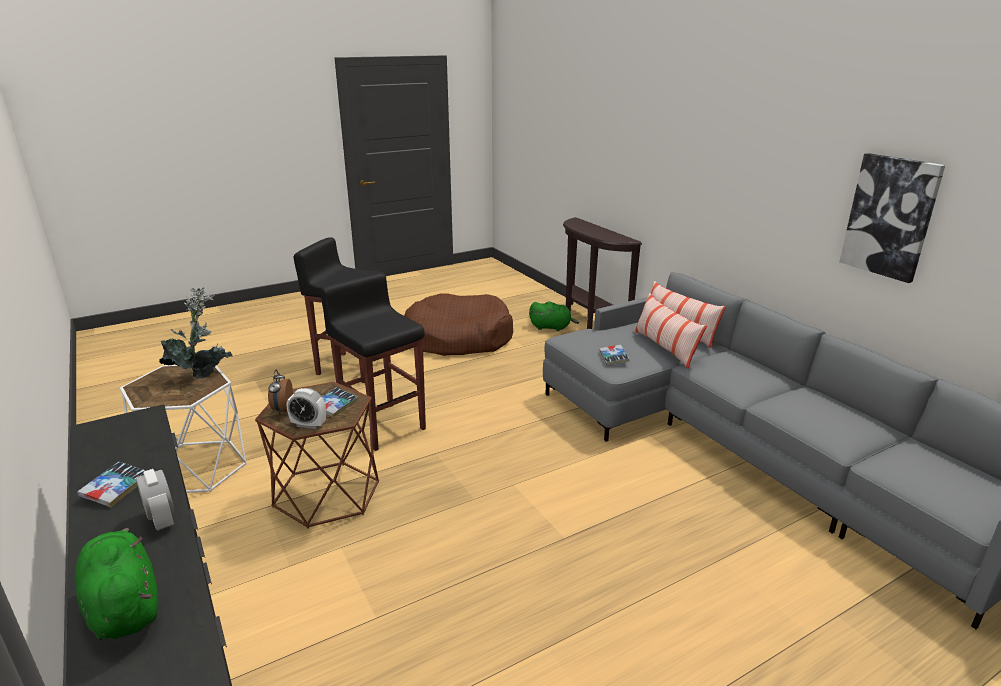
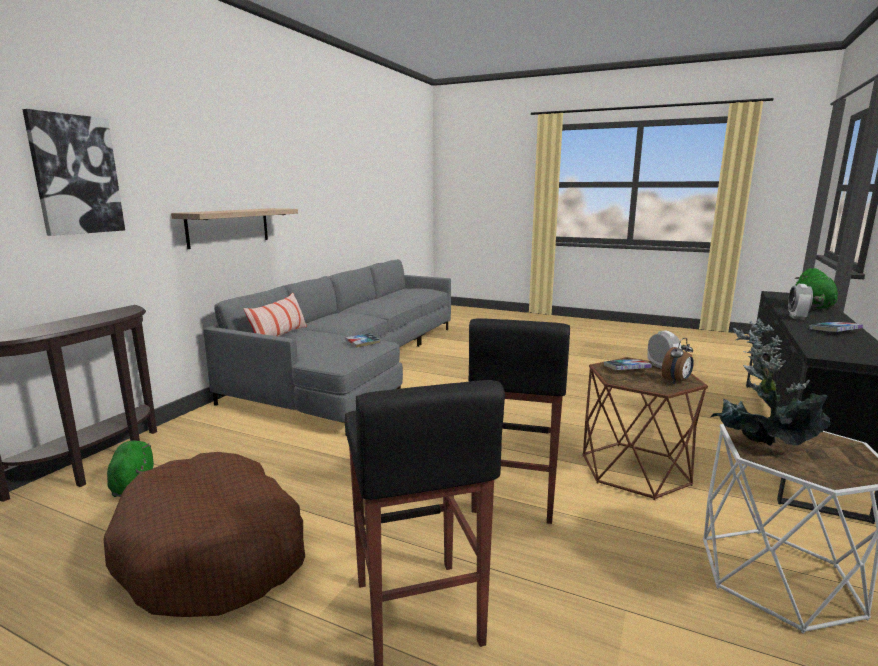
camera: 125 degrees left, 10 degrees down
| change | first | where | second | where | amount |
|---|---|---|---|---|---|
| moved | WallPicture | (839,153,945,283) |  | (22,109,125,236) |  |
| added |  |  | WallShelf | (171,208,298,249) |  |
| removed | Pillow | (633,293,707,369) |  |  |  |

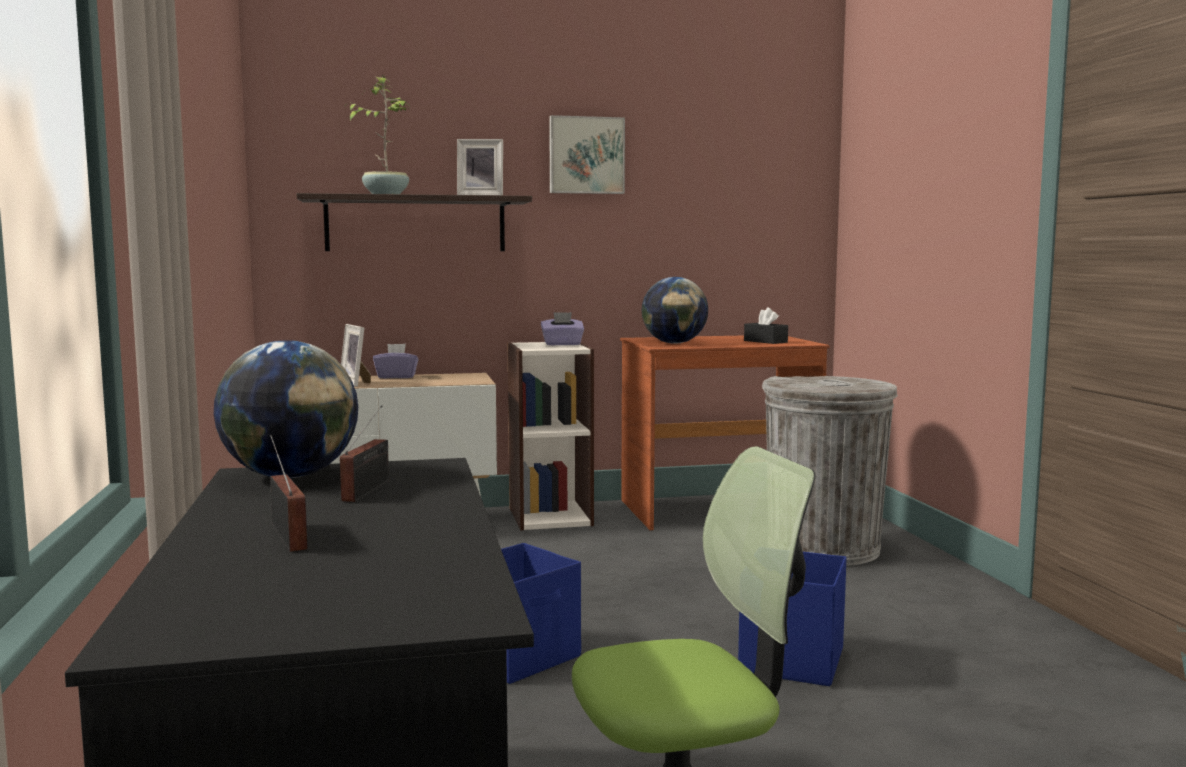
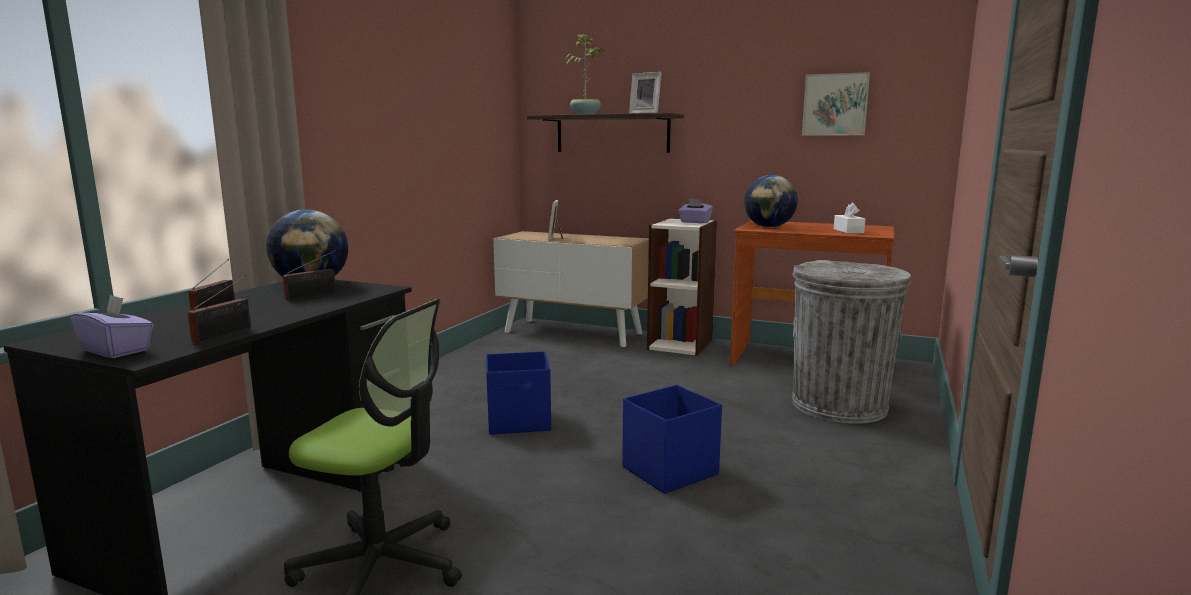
camera: 35 degrees right, 5 degrees up
| change | first | where | second | where | amount |
|---|---|---|---|---|---|
| moved | PurpleColouredBoxOfTissues | (373,344,419,378) |  | (70,294,154,358) |  |
| added |  |  | RadioSet | (188,275,251,343) |  |
| moved | WallPicture | (549,115,625,194) |  | (802,72,870,136) |  |
| recoloured | BlackBoxOfTissues | (744,307,788,344) | WhitishBoxOfTissues | (834,203,865,233) |  |

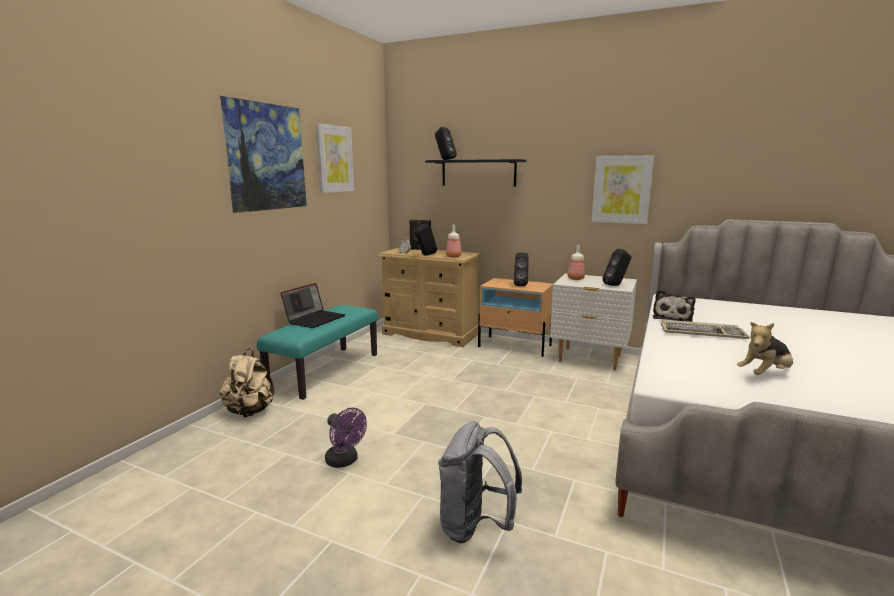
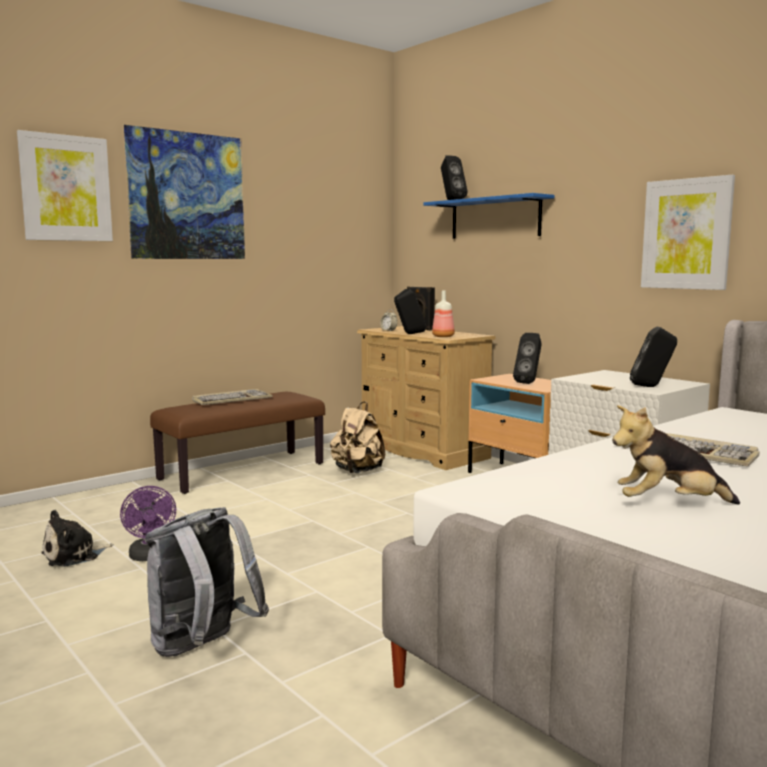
camera: 25 degrees right, 5 degrees down
| change | first | where | second | where | amount |
|---|---|---|---|---|---|
| moved | WallPicture | (316,123,354,193) |  | (17,130,113,241) |  |
| moved | PlushToy | (653,290,696,322) |  | (41,510,114,567) |  |
| recoloured | BlueGreenLongSeat | (257,305,378,400) | BrownLongSeat | (150,392,325,494) |  |
| replaced | Laptop | (281,283,345,328) | ComputerKeyboard | (192,389,273,405) |  |
| moved | BeigeColouredRucksack | (220,348,275,417) |  | (330,401,385,473) |  |
| recoloured | BlackWallShelf | (425,159,526,187) | BluishWallShelf | (423,193,554,239) |  |
| removed | DrinkBottle | (568,245,585,280) |  |  |  |

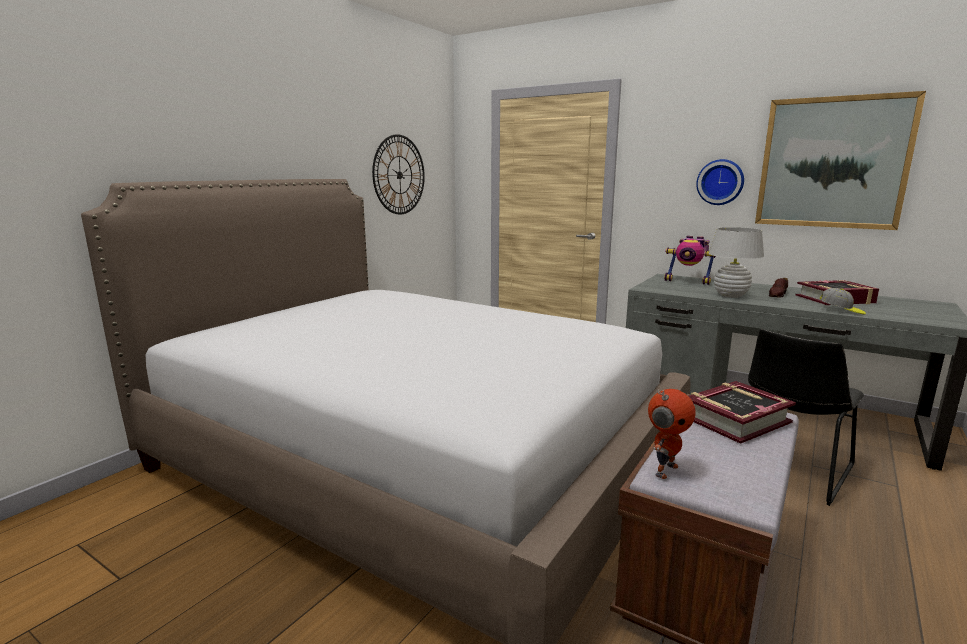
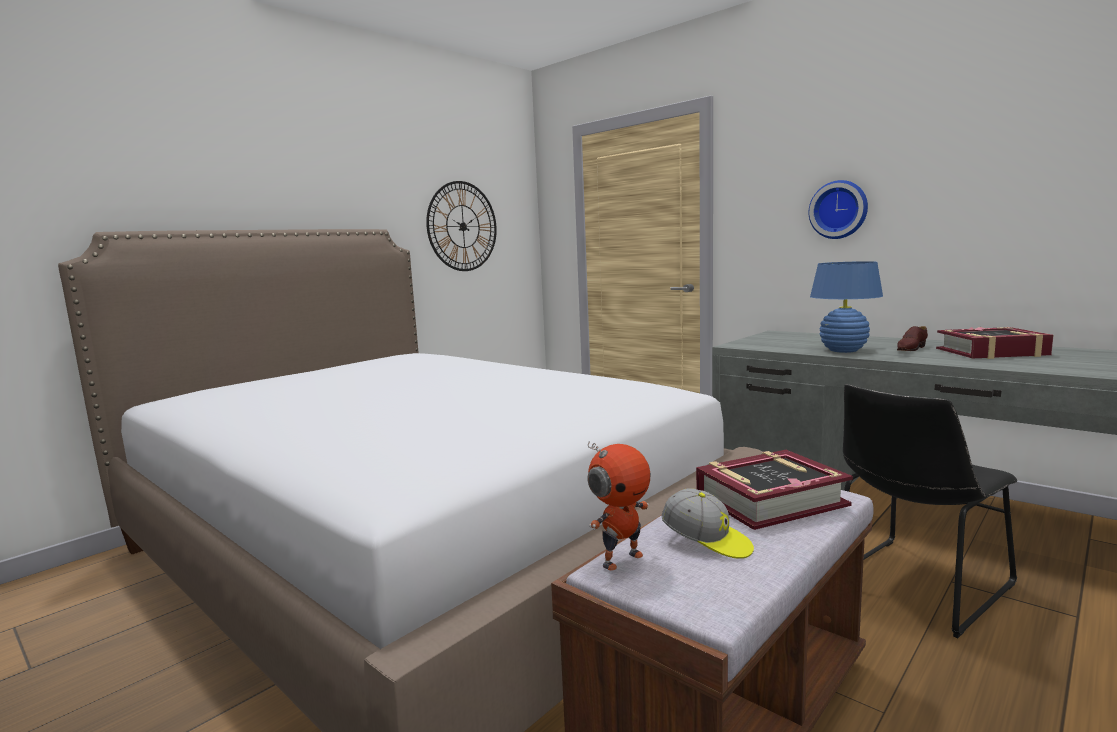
camera: 10 degrees right, 5 degrees down
| change | first | where | second | where | amount |
|---|---|---|---|---|---|
| moved | BaseballCap | (820,288,866,314) |  | (662,488,754,559) |  |
| recoloured | WhitishTabletopLamp | (709,227,764,298) | BluishTabletopLamp | (810,261,883,353) |  |
| removed | ModelRobot | (664,236,716,285) |  |  |  |
| removed | WallPicture | (755,91,926,230) |  |  |  |

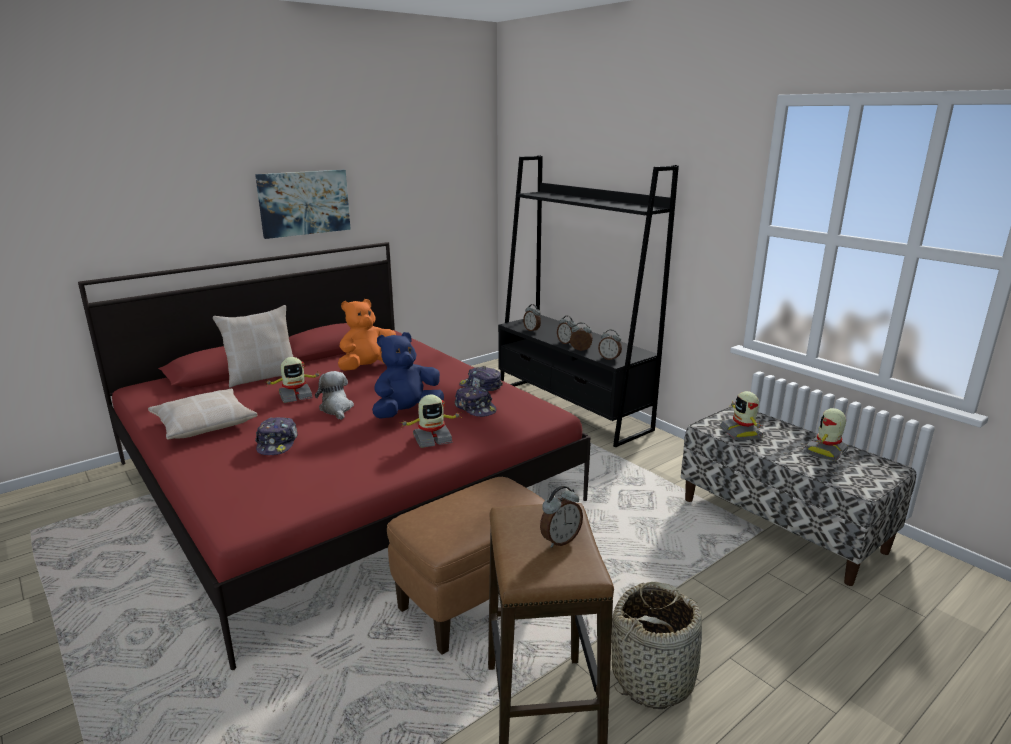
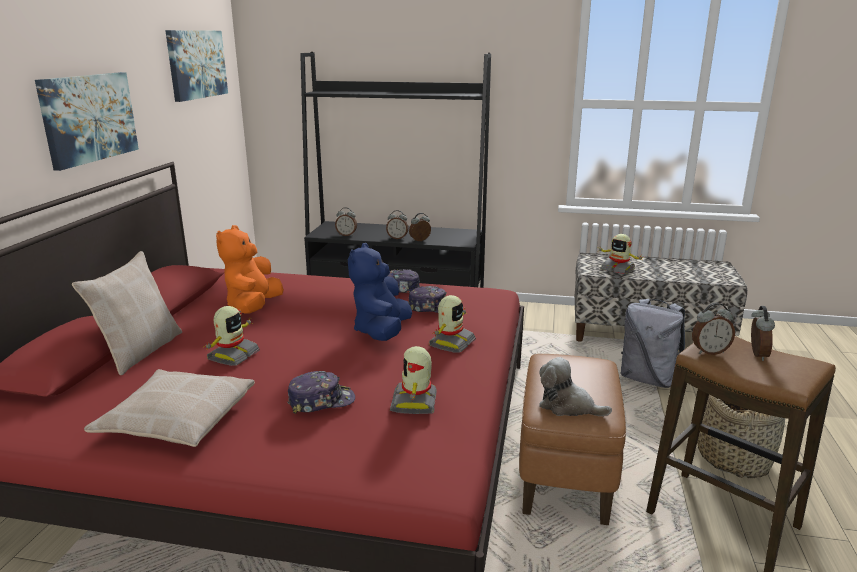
camera: 40 degrees left, 0 degrees up
| change | first | where | second | where | amount |
|---|---|---|---|---|---|
| added |  |  | WallPicture | (165,30,228,102) |  |
| turned | BaseballCap | (255,417,298,455) |  | (287,371,355,414) | 60 degrees counterclockwise |
| moved | ModelRobot | (802,408,848,462) |  | (390,346,437,414) |  |
| moved | PlushToy | (315,371,354,420) |  | (539,357,612,416) |  |
| added |  |  | GreyishRucksack | (621,299,685,388) |  |
| moved | AlarmClock | (598,329,622,361) |  | (692,303,735,355) |  |

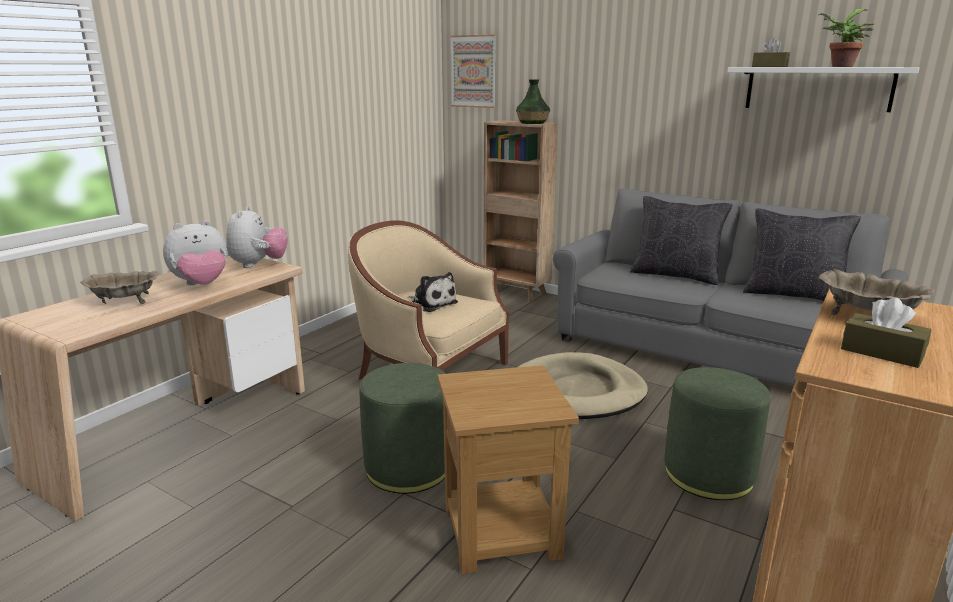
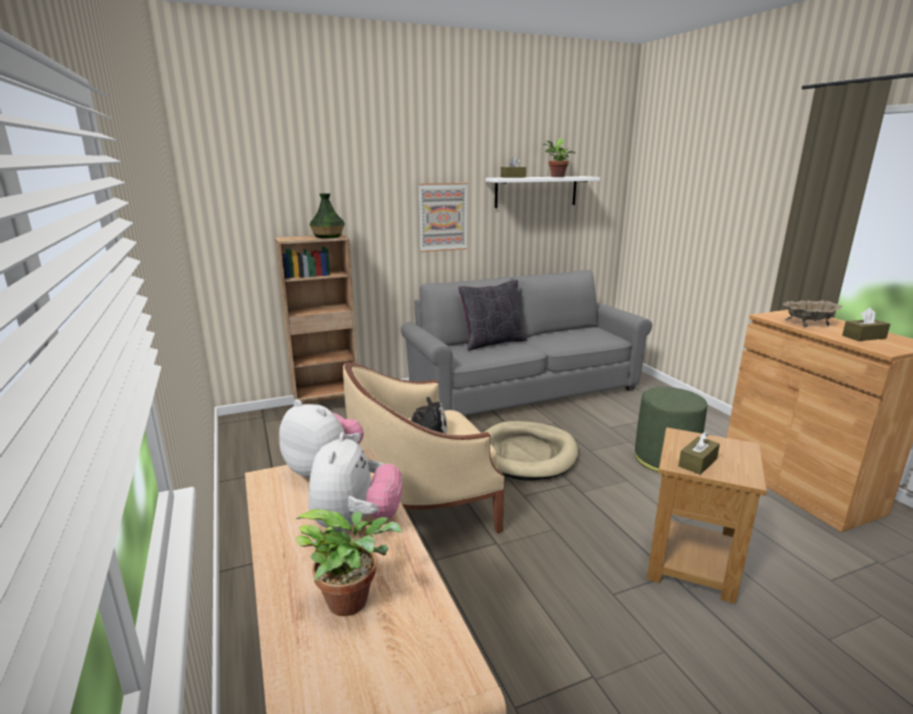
camera: 55 degrees left, 0 degrees up
| change | first | where | second | where | amount |
|---|---|---|---|---|---|
| replaced | BeigeColouredServingBowl | (80,271,159,304) | PottedPlant | (296,509,402,616) |  |
| moved | WallPicture | (450,34,496,108) |  | (419,183,467,252) |  |
| added |  |  | BrownBoxOfTissues | (679,431,720,475) |  |
| removed | GreenishFootrest | (359,363,445,494) |  |  |  |
| removed | BlackPillow | (743,208,861,301) |  |  |  |

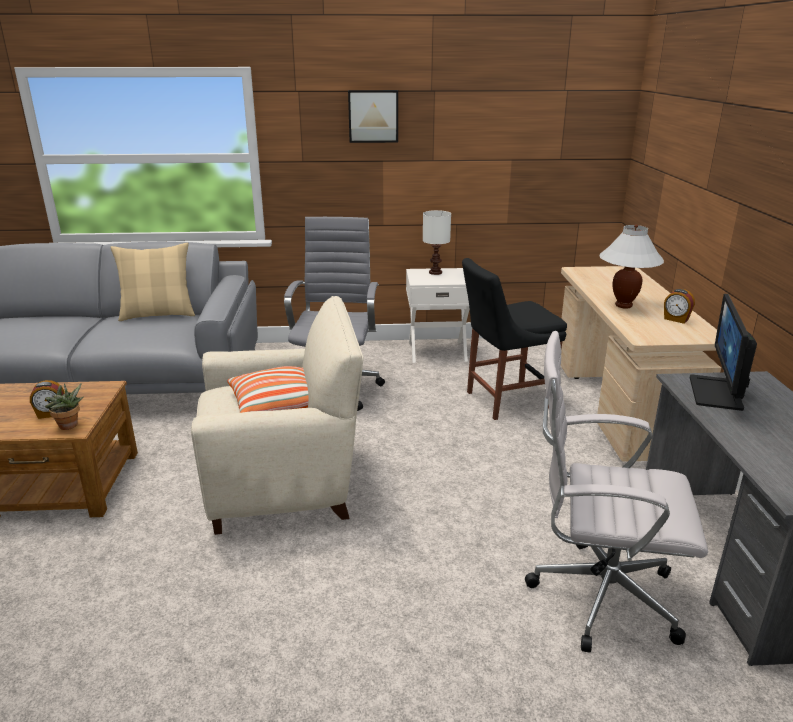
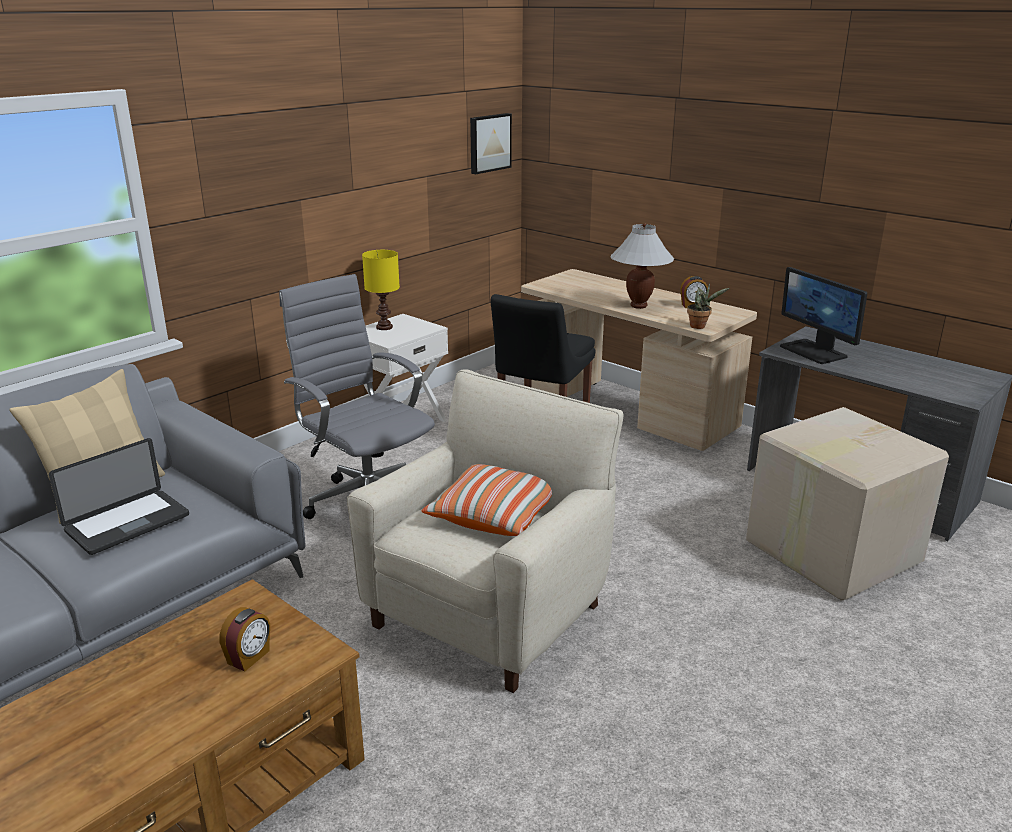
camera: 45 degrees left, 0 degrees up
| change | first | where | second | where | amount |
|---|---|---|---|---|---|
| added |  |  | Laptop | (49,438,189,555) |  |
| recoloured | WhitishTabletopLamp | (423,210,451,275) | YellowTabletopLamp | (362,250,400,330) |  |
| moved | WallPicture | (348,90,398,143) |  | (470,113,512,174) |  |
| moved | PottedPlant | (44,383,84,430) |  | (687,283,729,329) |  |
| replaced | WhitishComputerChair | (525,331,708,653) | CardboardBox | (746,407,949,601) |  |

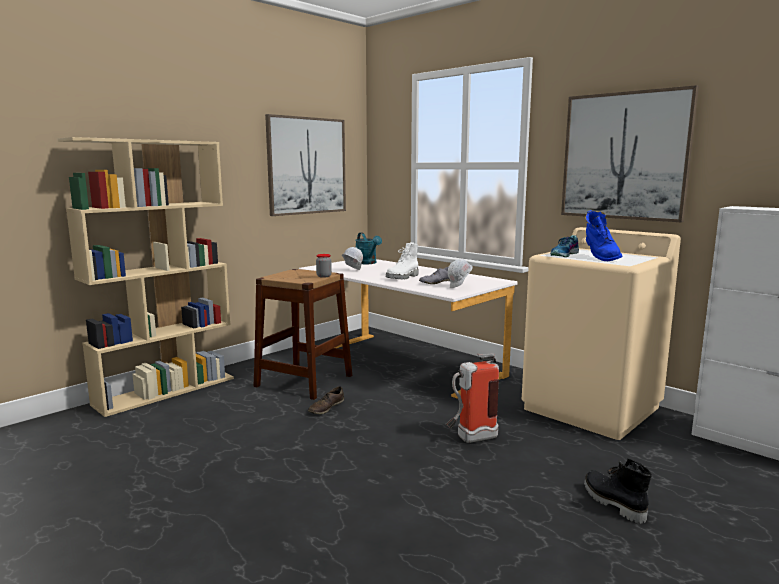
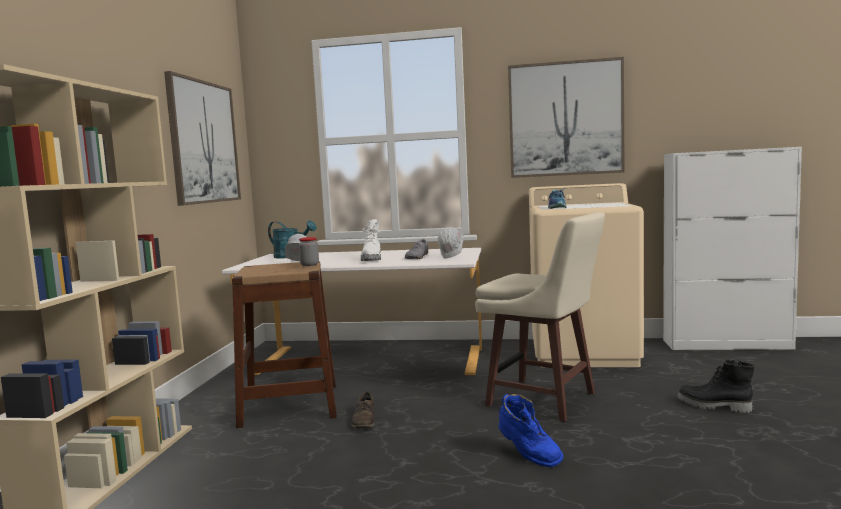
camera: 35 degrees left, 5 degrees down
| change | first | where | second | where | amount |
|---|---|---|---|---|---|
| replaced | FireFightingCylinder | (446,353,499,443) | BeigeColouredStoolSeat | (475,212,605,422) |  |
| moved | BluishHighTopBoot | (585,210,622,261) |  | (498,394,564,467) |  |

